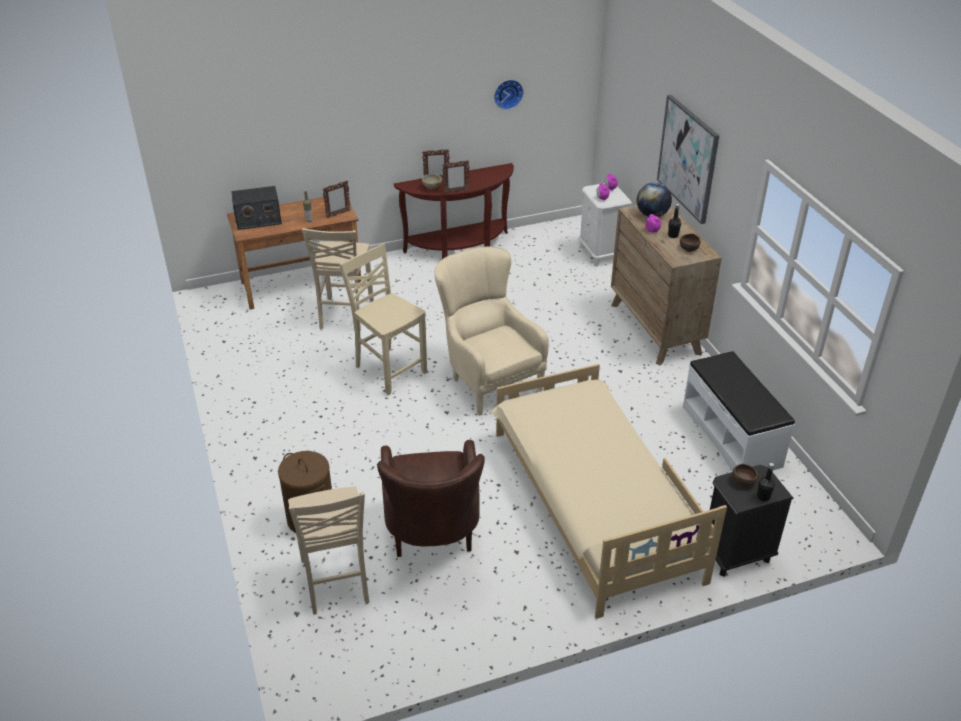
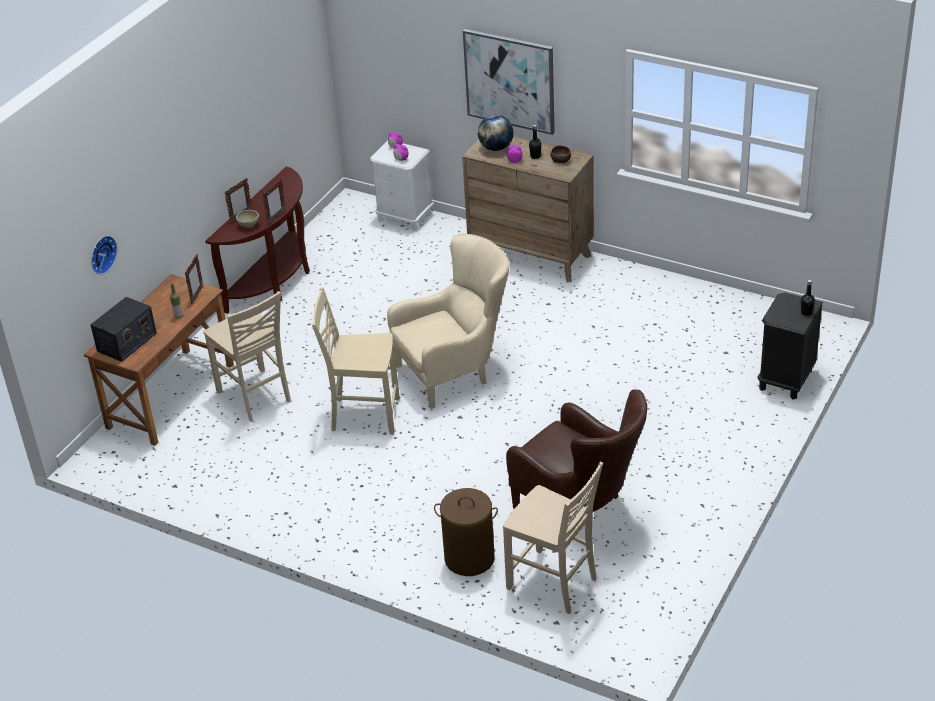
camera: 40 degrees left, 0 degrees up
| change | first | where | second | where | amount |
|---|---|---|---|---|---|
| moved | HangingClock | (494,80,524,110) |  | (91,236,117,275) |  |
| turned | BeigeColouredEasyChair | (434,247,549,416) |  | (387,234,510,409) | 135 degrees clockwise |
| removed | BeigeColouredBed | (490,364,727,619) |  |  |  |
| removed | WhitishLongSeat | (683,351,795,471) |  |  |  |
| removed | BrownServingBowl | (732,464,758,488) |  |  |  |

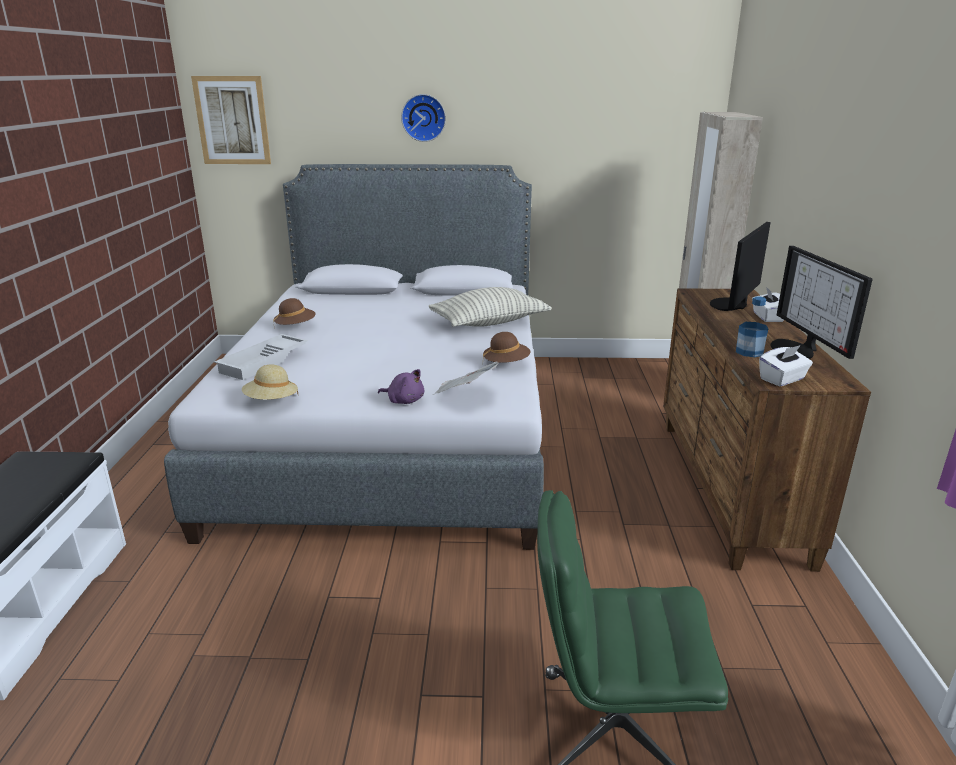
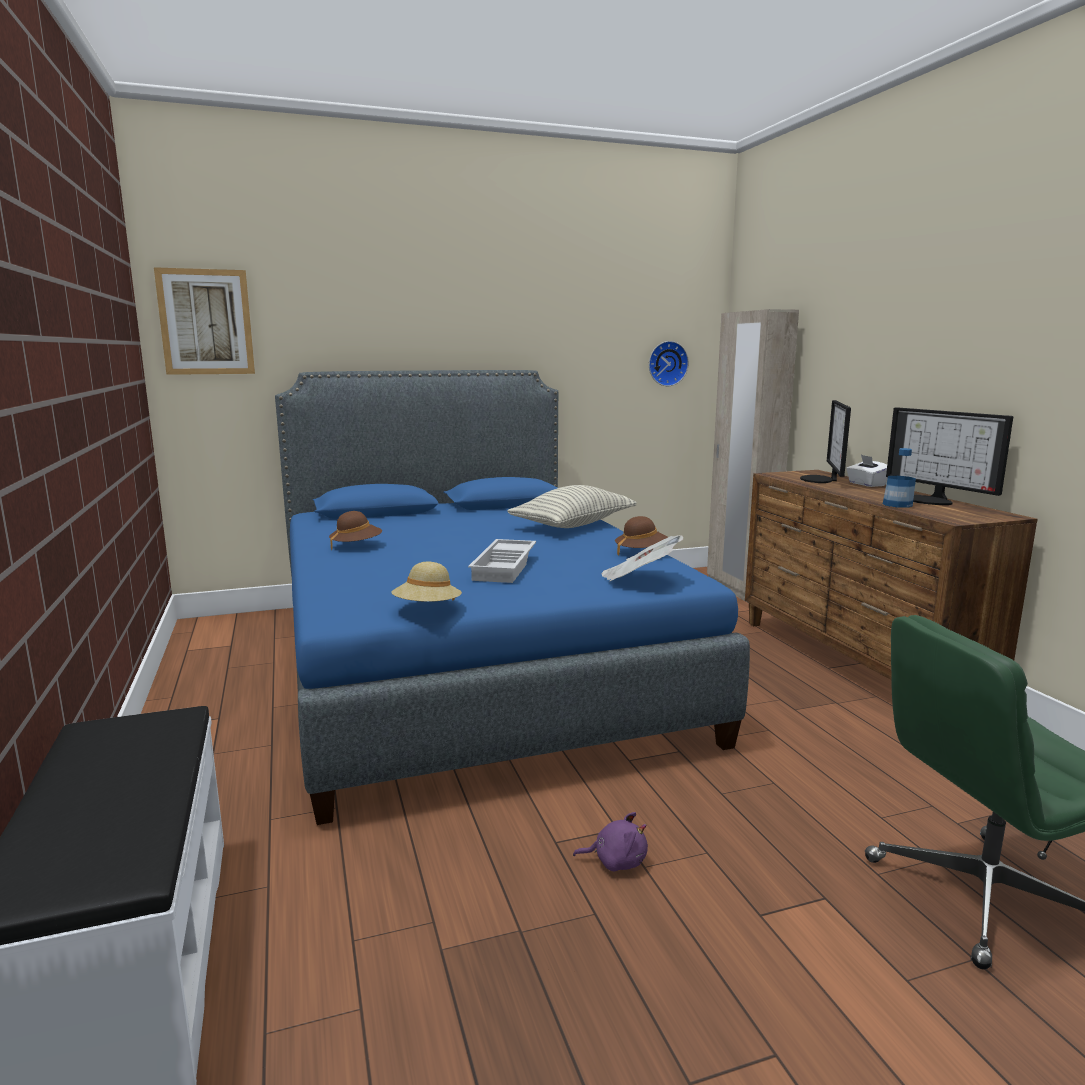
camera: 20 degrees left, 10 degrees down
| change | first | where | second | where | amount |
|---|---|---|---|---|---|
| recoloured | GreyishBed | (164,164,544,550) | BluishBed | (275,370,750,825) |  |
| moved | WhitishServingTray | (214,334,308,380) |  | (468,539,536,583) |  |
| moved | PurpleColouredPlushToy | (378,369,424,404) |  | (573,812,648,872) |  |
| moved | HangingClock | (401,94,446,142) |  | (649,341,689,386) |  |
| removed | WhitishBoxOfTissues | (759,345,813,387) |  |  |  |

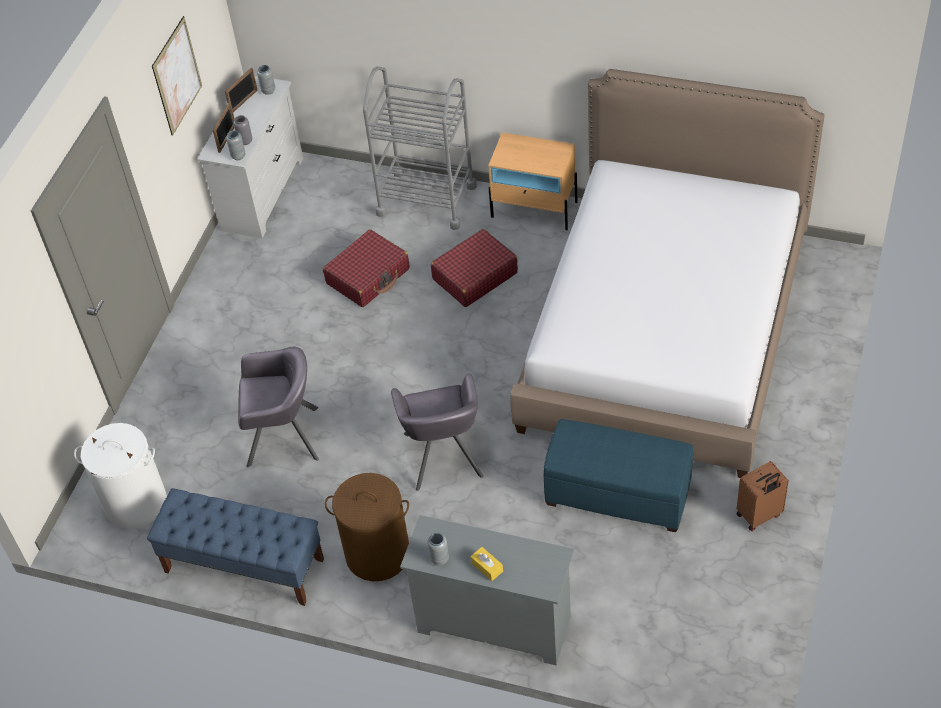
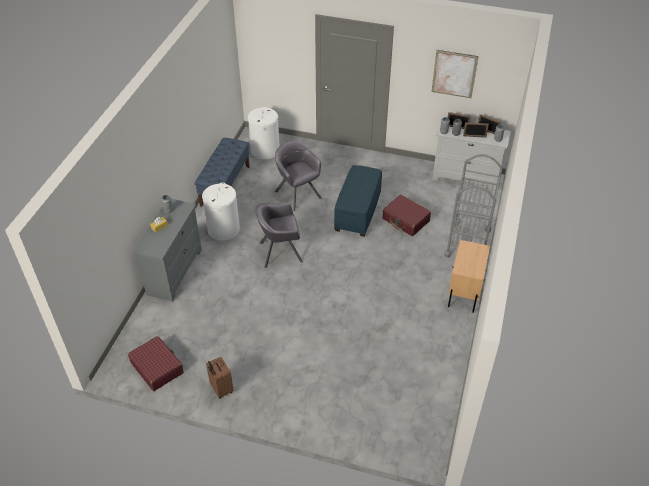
camera: 85 degrees right, 5 degrees down
| change | first | where | second | where | amount |
|---|---|---|---|---|---|
| moved | ReddishTravelCase | (431,229,518,307) |  | (128,336,183,391) |  |
| recoloured | BrownLaundryBasket | (325,473,409,581) | WhitishLaundryBasket | (202,182,240,241) |  |
| turned | GreyishEasyChair | (238,347,319,467) |  | (275,140,322,211) | 150 degrees clockwise |
| moved | BluishFootrest | (543,419,694,533) |  | (334,165,382,237) |  |
| added |  |  | PictureFrame | (463,122,489,138) |  |
| removed | Bed | (510,69,824,478) |  |  |  |

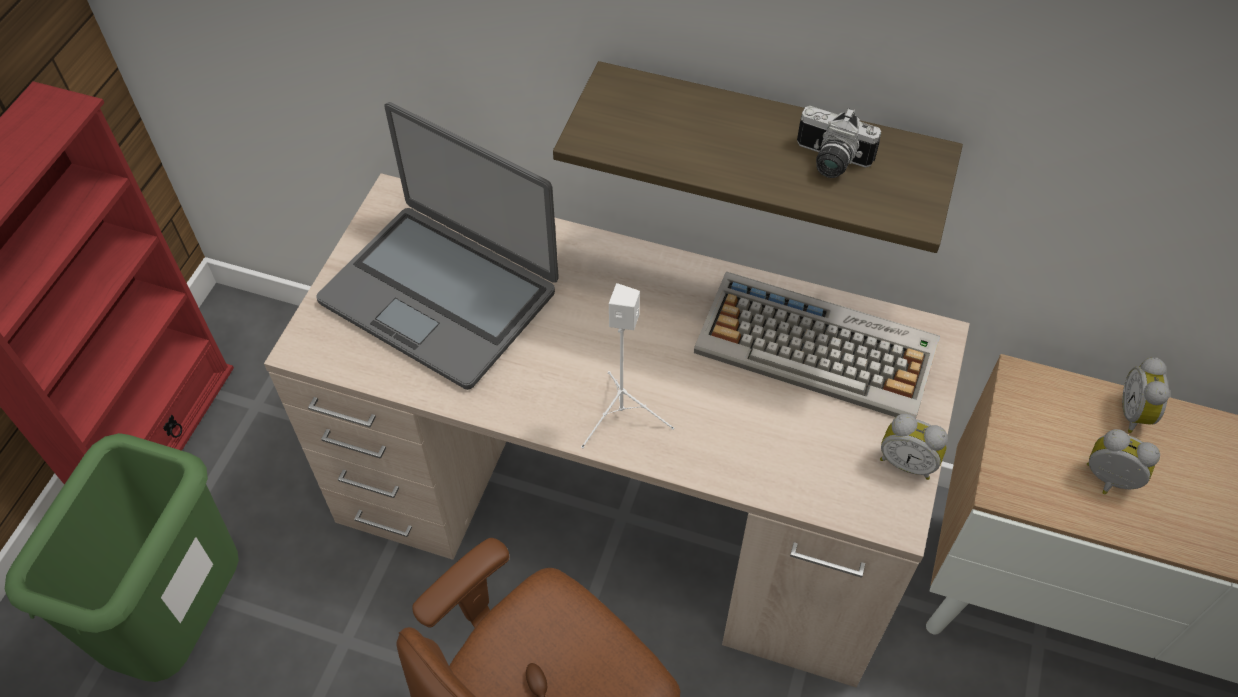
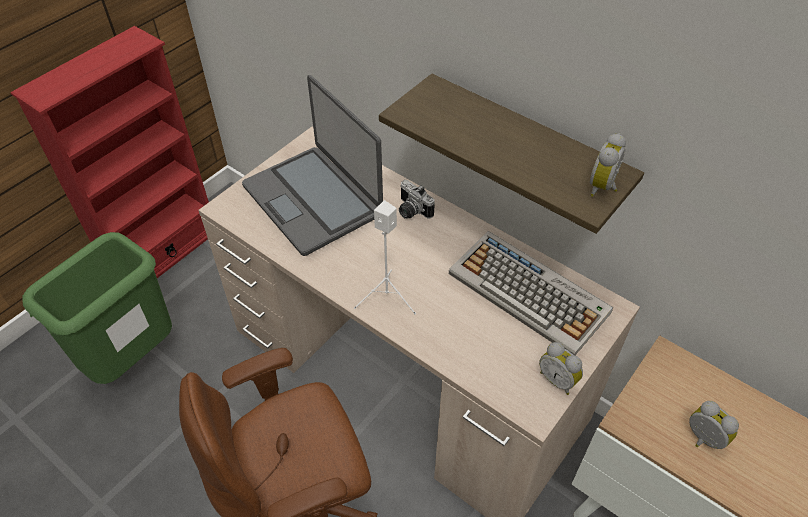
camera: 20 degrees right, 5 degrees down
| change | first | where | second | where | amount |
|---|---|---|---|---|---|
| moved | StillCamera | (797,106,881,178) |  | (399,180,435,219) |  |
| moved | AlarmClock | (1122,357,1170,433) |  | (590,133,626,197) |  |

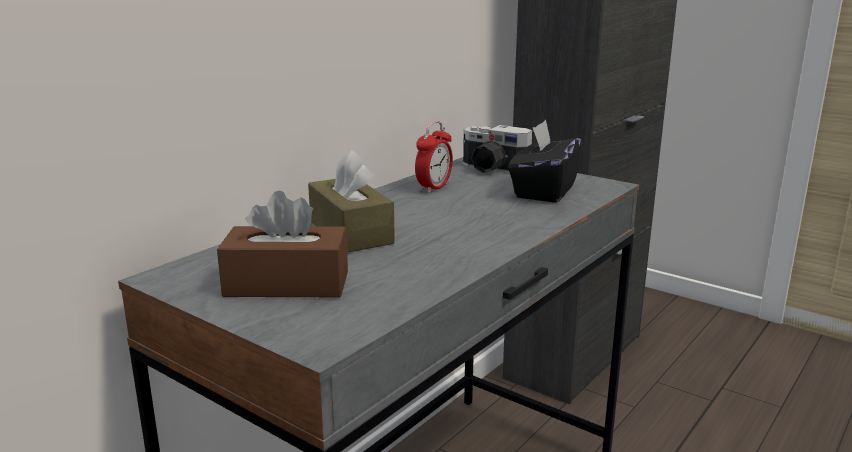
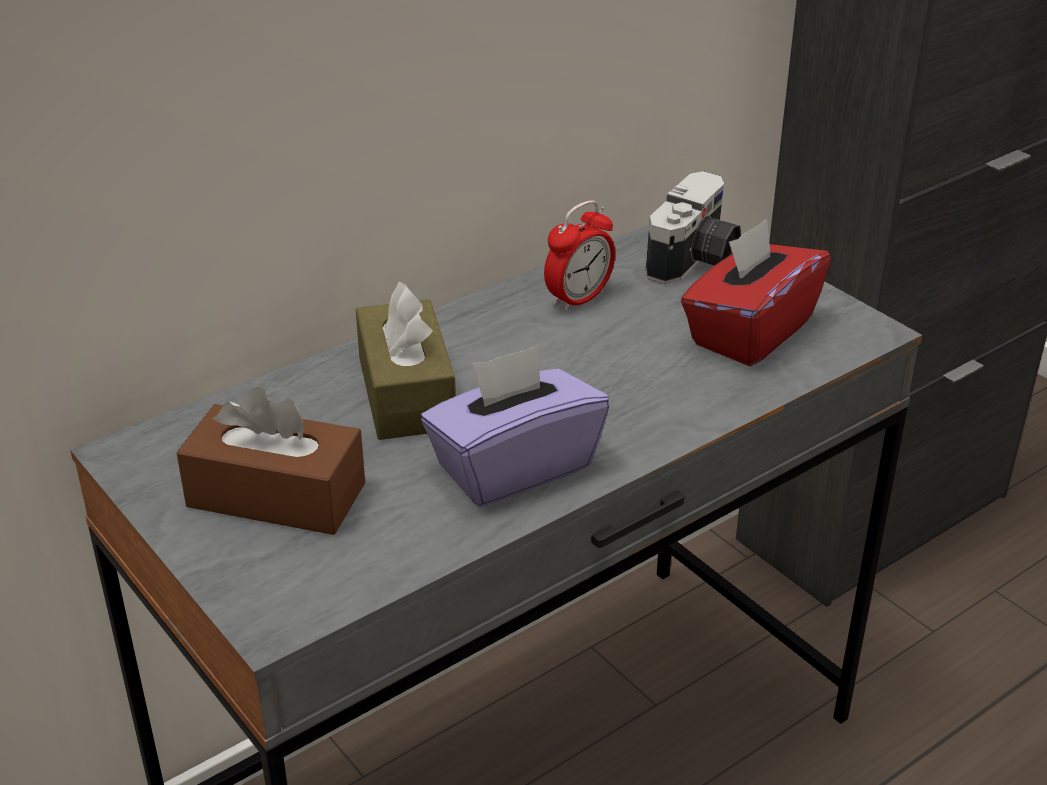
camera: 15 degrees right, 15 degrees up
| change | first | where | second | where | amount |
|---|---|---|---|---|---|
| added |  |  | PurpleColouredBoxOfTissues | (421,345,610,507) |  |
| turned | StillCamera | (463,125,532,173) |  | (646,171,741,284) | 105 degrees counterclockwise |
| recoloured | BlackBoxOfTissues | (508,120,583,203) | ReddishBoxOfTissues | (681,219,831,366) |  |

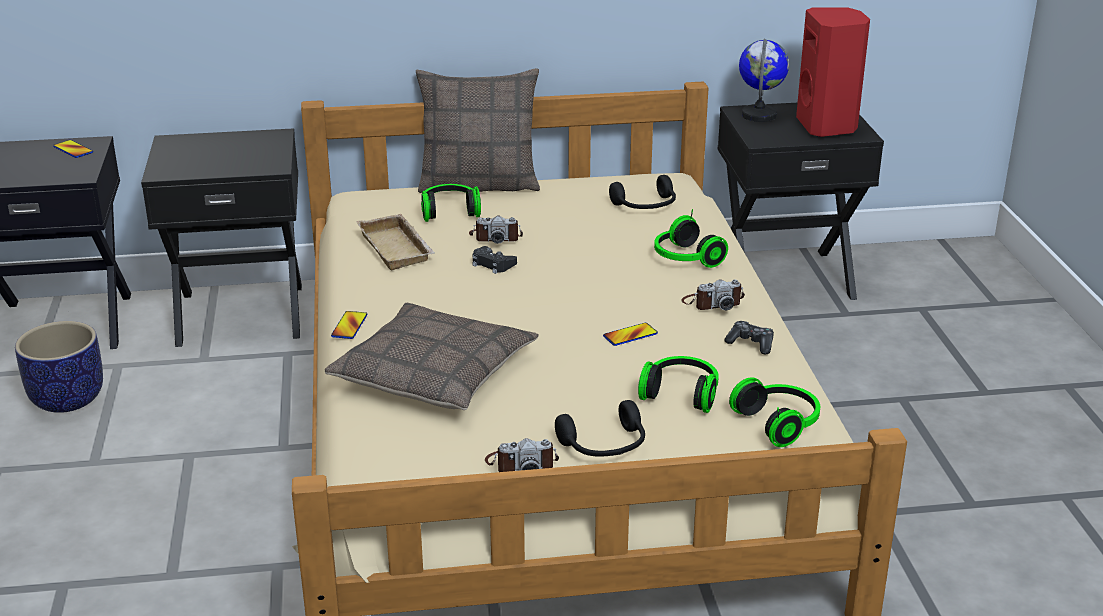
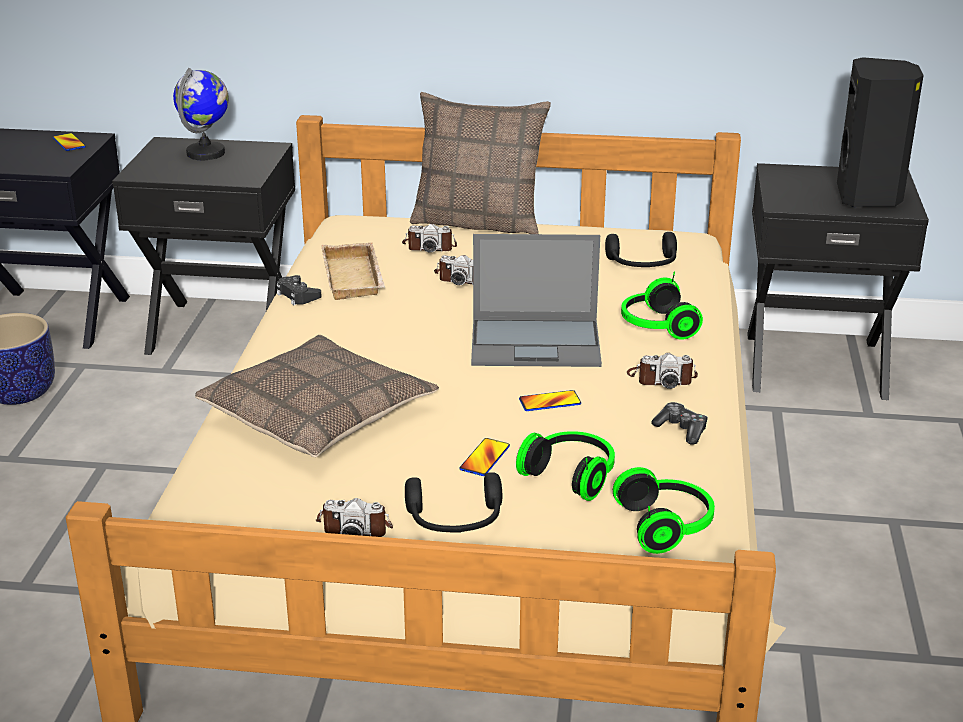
camera: 15 degrees right, 0 degrees up
| change | first | where | second | where | amount |
|---|---|---|---|---|---|
| moved | WorldGlobe | (739,38,789,122) |  | (173,68,229,160) |  |
| moved | BlackGameController | (473,246,517,274) |  | (277,275,322,305) |  |
| replaced | PairOfHeadphones | (421,184,481,222) | StillCamera | (402,224,457,253) |  |
| moved | Handset | (331,311,368,339) |  | (459,438,510,476) |  |
| added |  |  | Laptop | (471,234,602,367) |  |
| recoloured | ReddishSpeaker | (796,7,870,137) | BlackSpeaker | (837,57,923,207) |  |

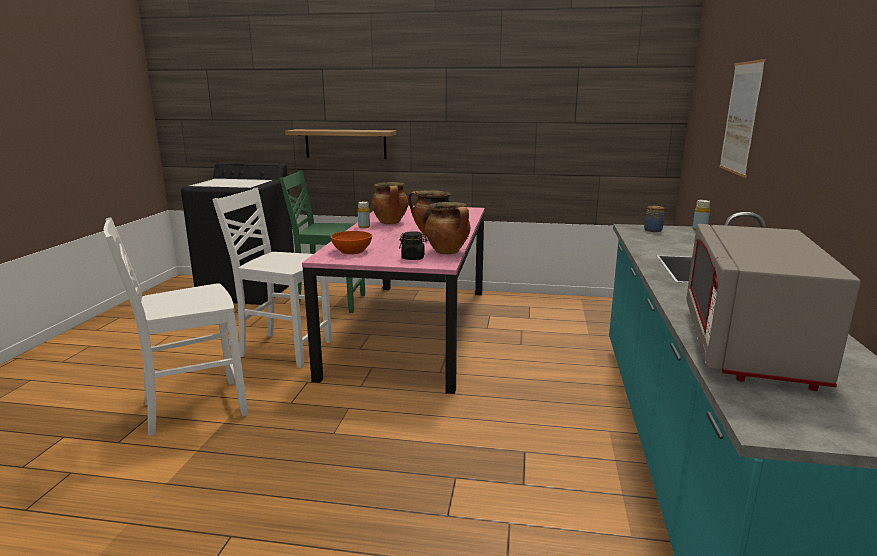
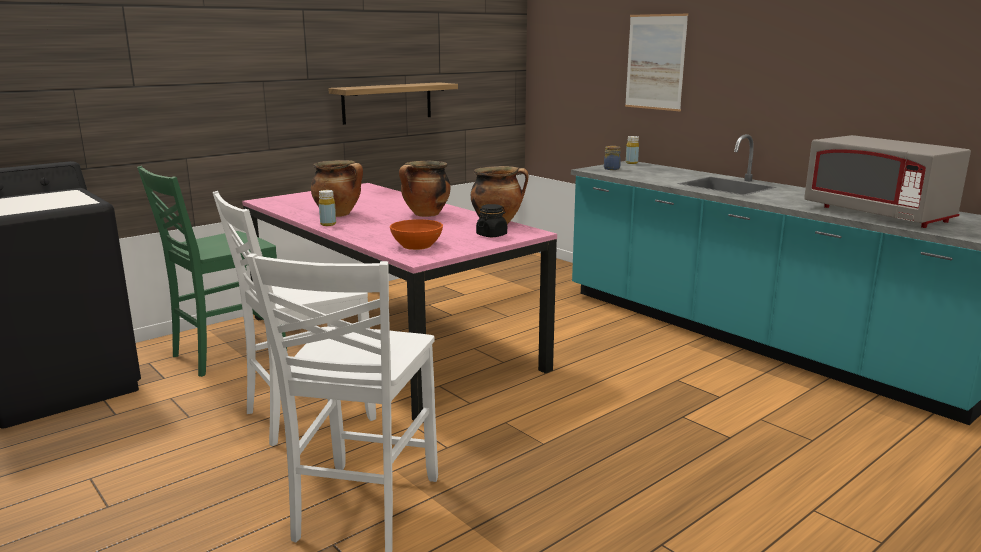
camera: 50 degrees left, 0 degrees up
| change | first | where | second | where | amount |
|---|---|---|---|---|---|
| moved | WallShelf | (285,129,396,159) |  | (328,82,458,125) |  |

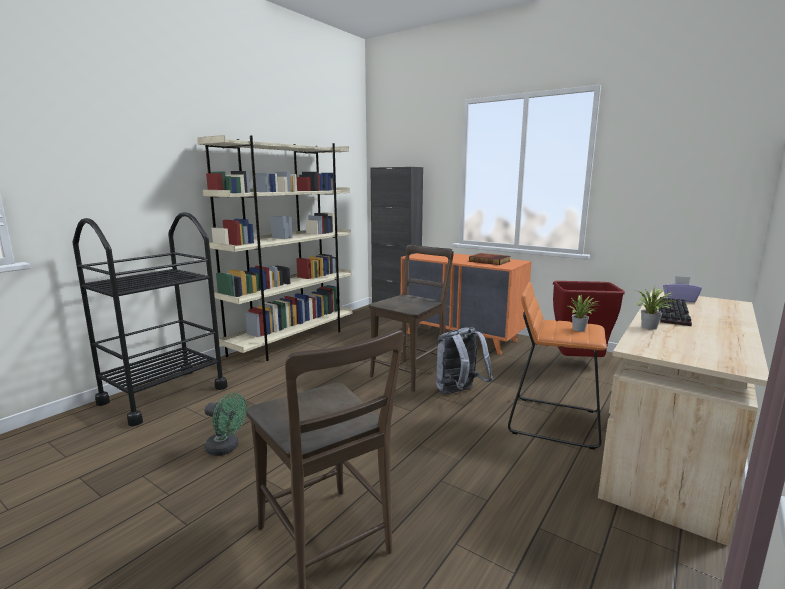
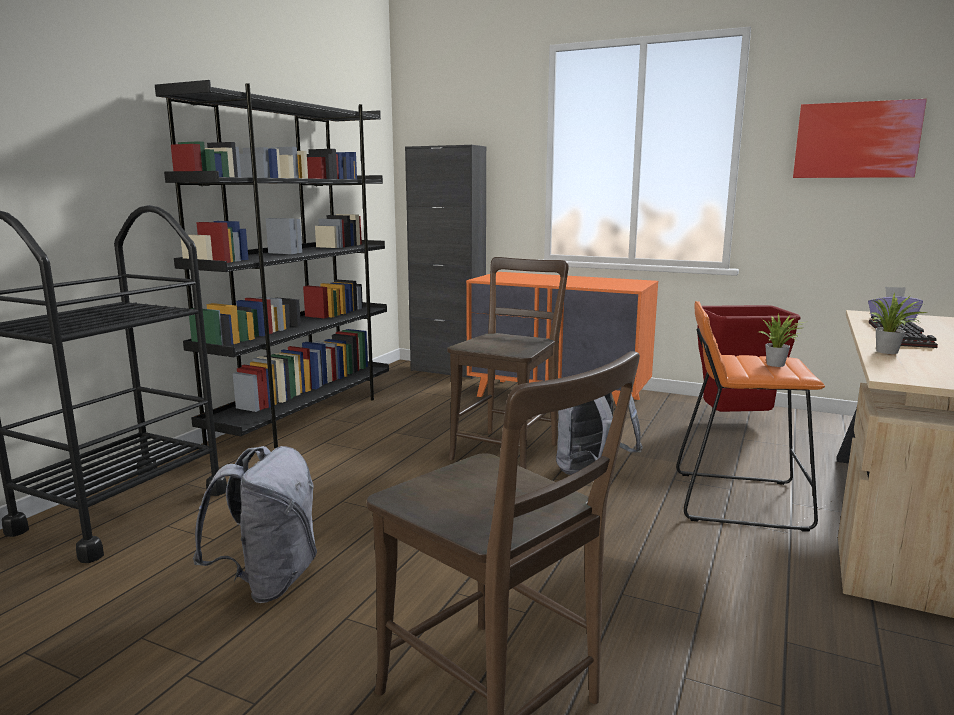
camera: 10 degrees left, 0 degrees up
| change | first | where | second | where | amount |
|---|---|---|---|---|---|
| recoloured | BeigeColouredShelvingUnit | (197,135,353,361) | BlackShelvingUnit | (155,80,389,448) |  |
| replaced | GreenishFan | (204,393,247,456) | GreyishRucksack | (193,446,317,603) |  |
| added |  |  | WallPicture | (793,99,927,178) |  |
| removed | Volume | (469,253,510,265) |  |  |  |

